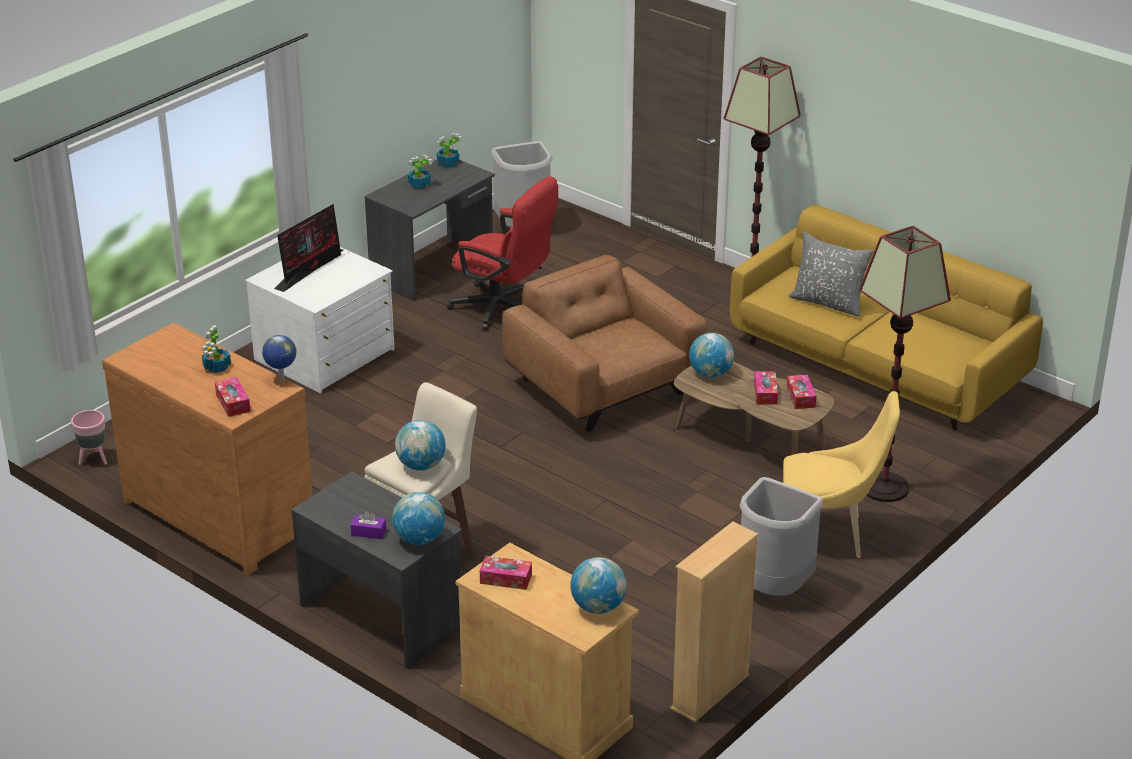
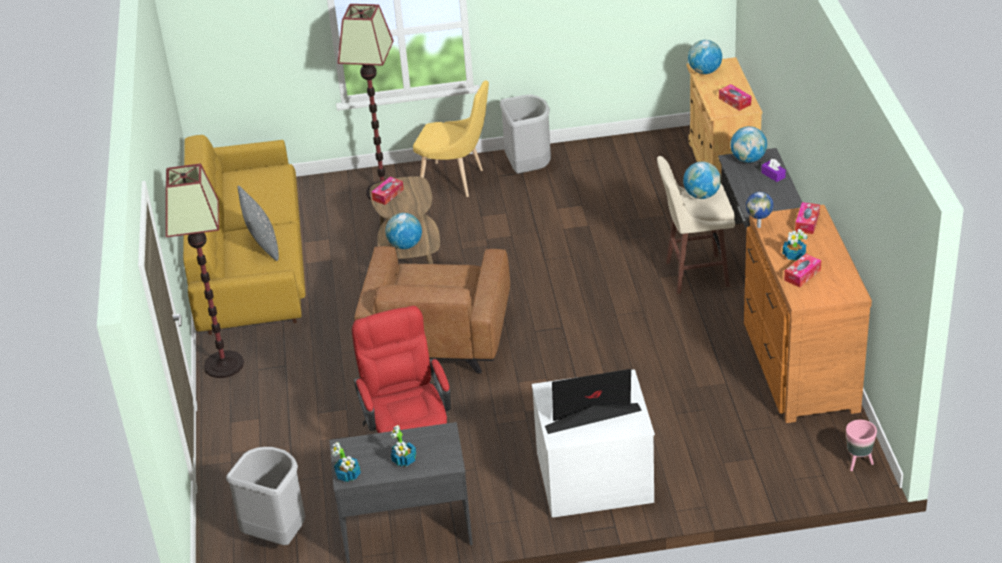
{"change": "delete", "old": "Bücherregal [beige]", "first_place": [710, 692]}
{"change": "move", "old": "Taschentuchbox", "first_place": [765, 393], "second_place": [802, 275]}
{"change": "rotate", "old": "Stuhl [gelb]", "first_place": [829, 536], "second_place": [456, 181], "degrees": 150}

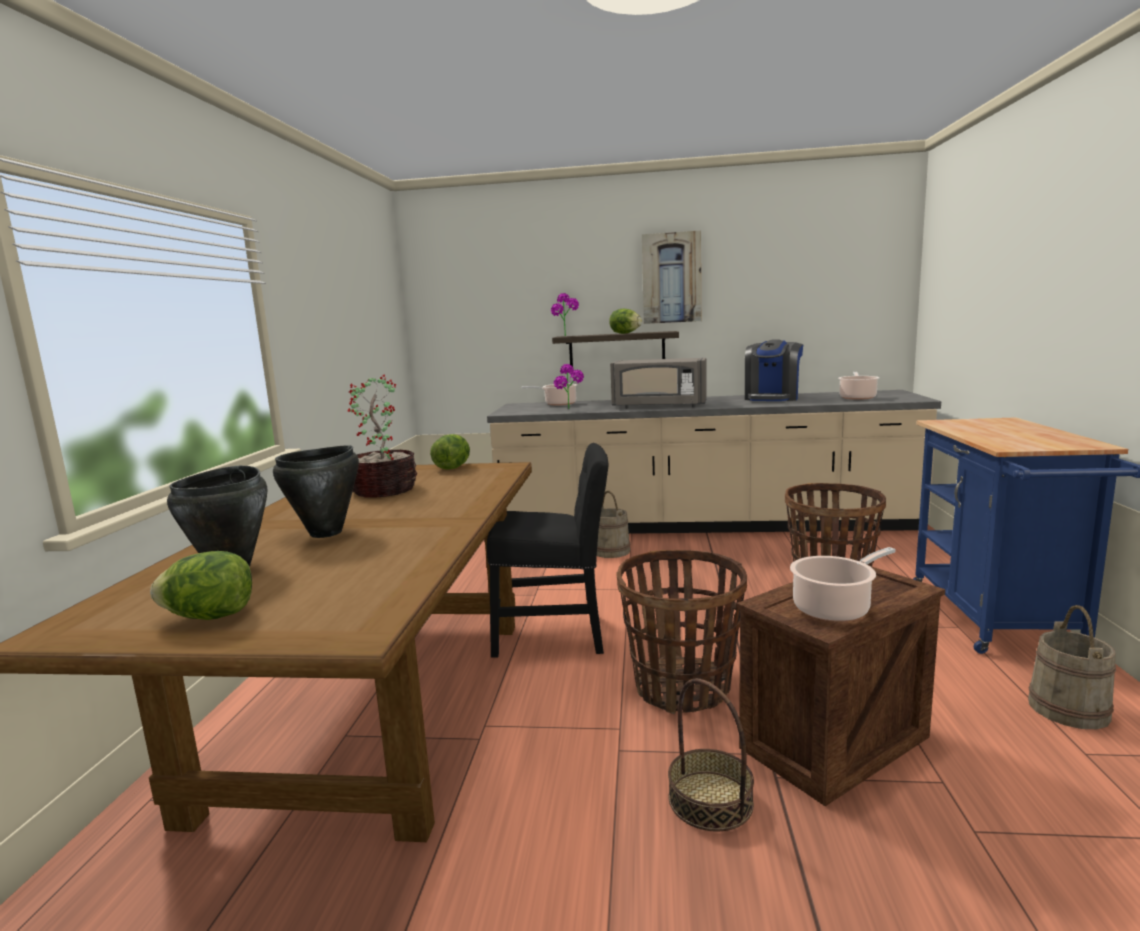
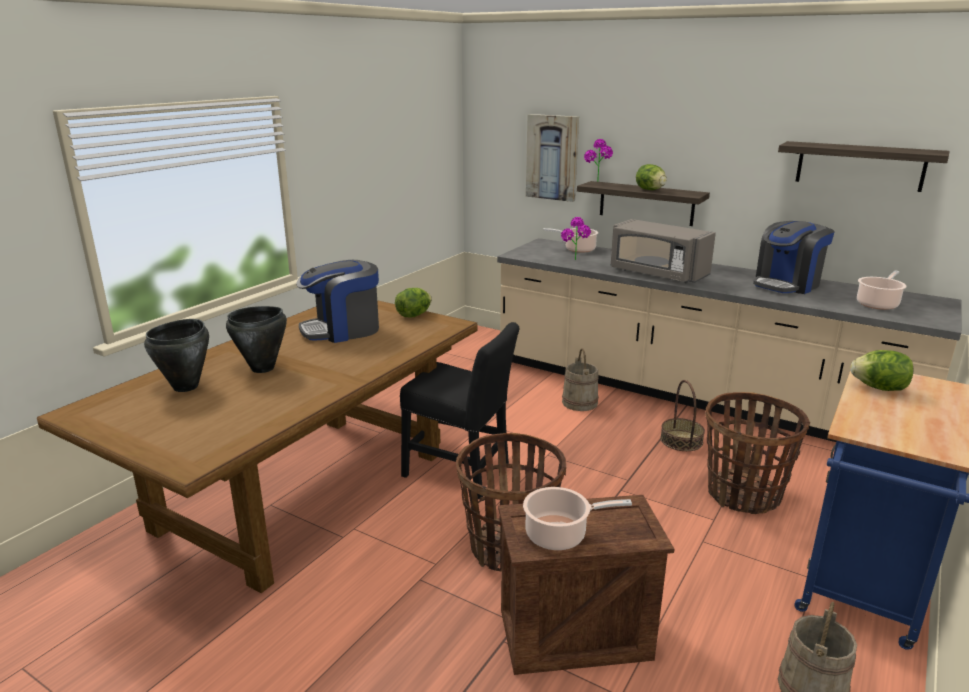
{"change": "move", "old": "Salatkopf", "first_place": [210, 616], "second_place": [879, 388]}
{"change": "replace", "old": "Topfpflanze", "new": "Kaffeemaschine", "first_place": [384, 489], "second_place": [342, 330]}
{"change": "move", "old": "Bild", "first_place": [671, 278], "second_place": [552, 157]}
{"change": "move", "old": "Korb", "first_place": [710, 800], "second_place": [681, 440]}
{"change": "insert", "new": "Wandregal", "second_place": [860, 166]}

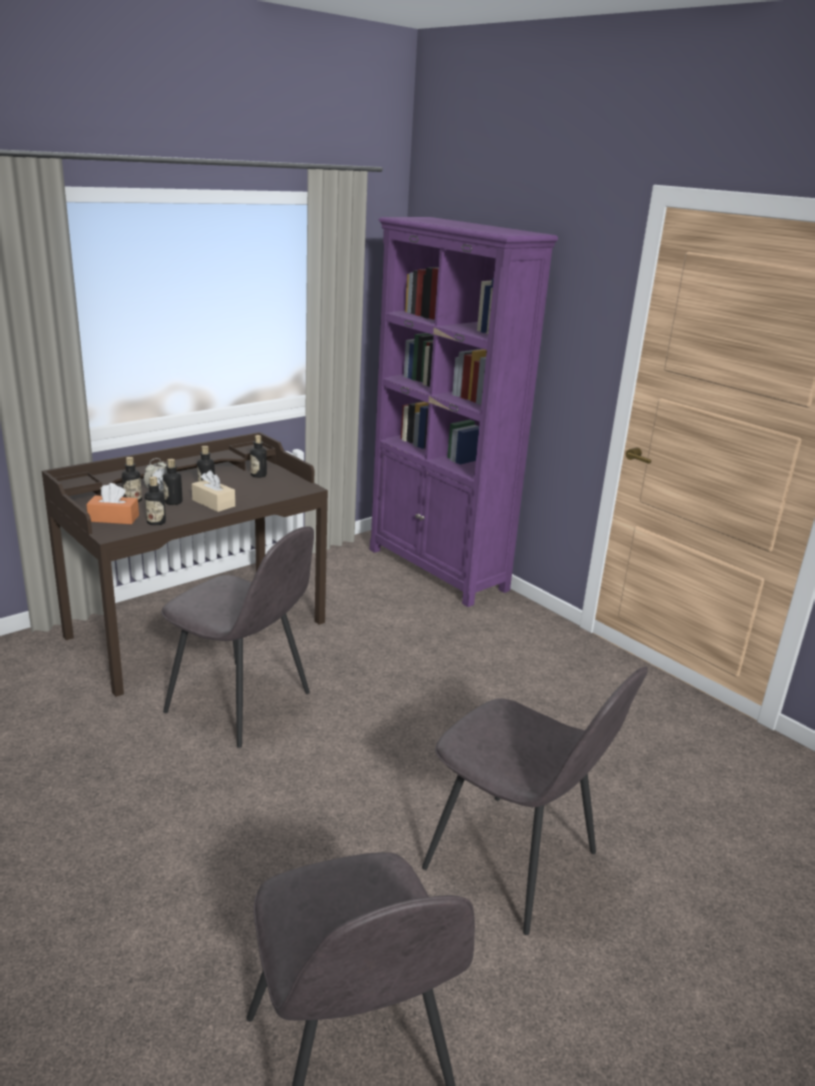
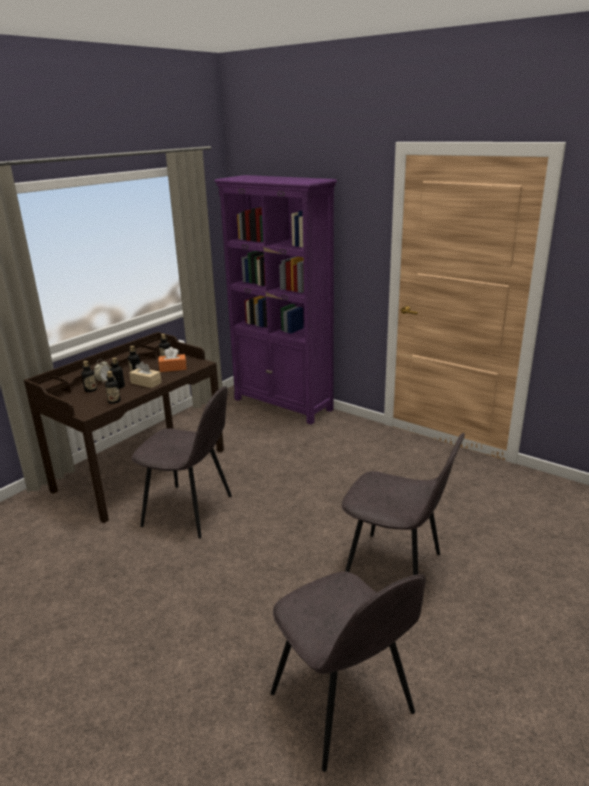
{"change": "move", "old": "Taschentuchbox [orange]", "first_place": [113, 518], "second_place": [173, 368]}

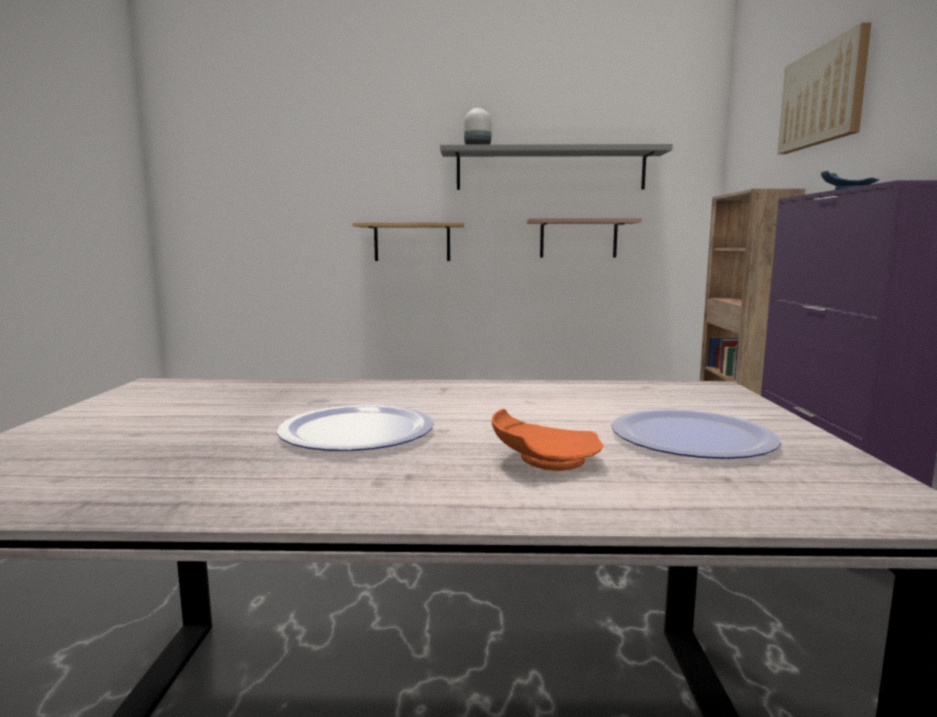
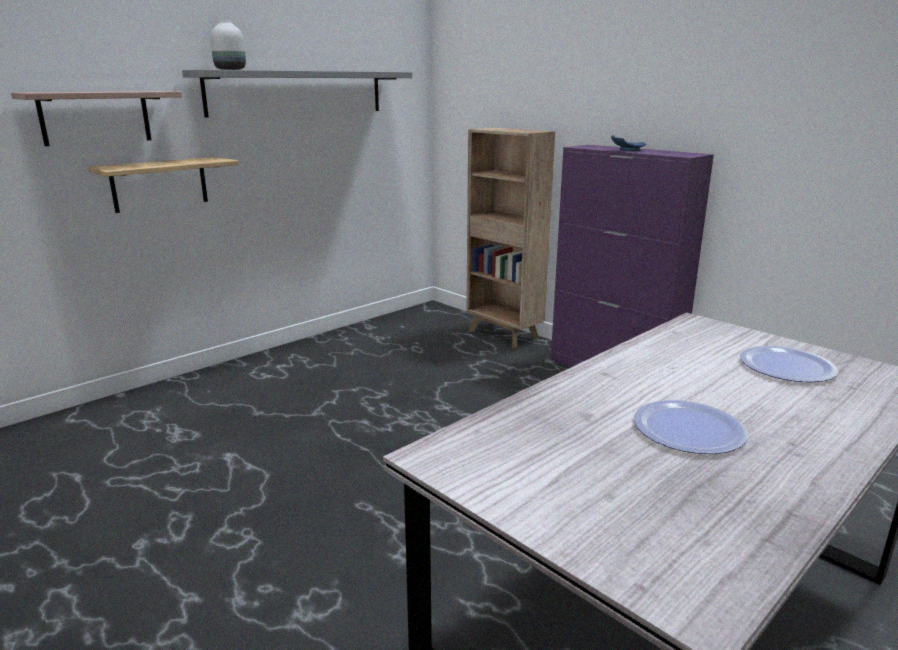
{"change": "delete", "old": "Teller [orange]", "first_place": [543, 460]}
{"change": "move", "old": "Wandregal", "first_place": [578, 238], "second_place": [95, 117]}
{"change": "delete", "old": "Bild", "first_place": [822, 96]}

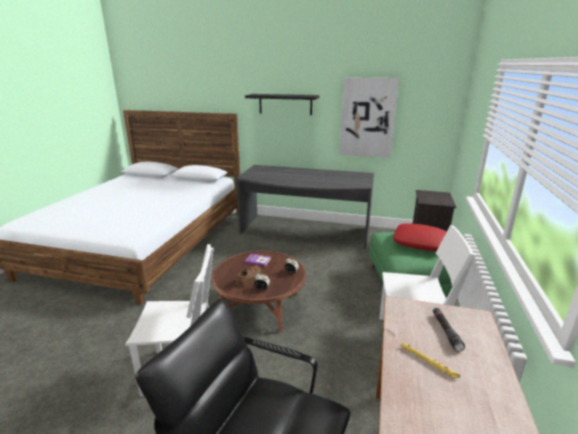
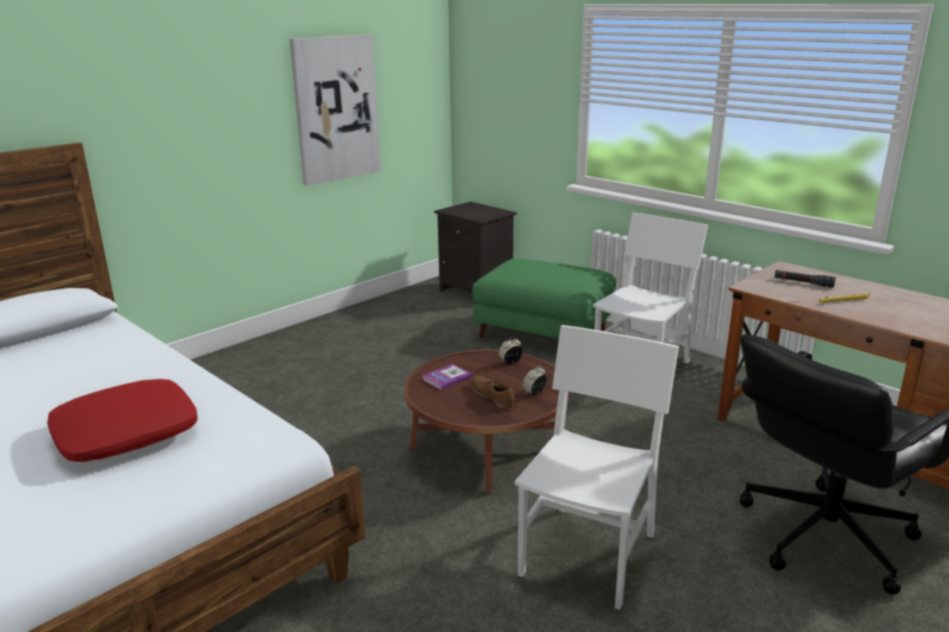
{"change": "delete", "old": "Schreibtisch [grau]", "first_place": [304, 232]}
{"change": "delete", "old": "Wandregal [schwarz]", "first_place": [285, 104]}
{"change": "move", "old": "Kissen [rot]", "first_place": [420, 243], "second_place": [127, 433]}

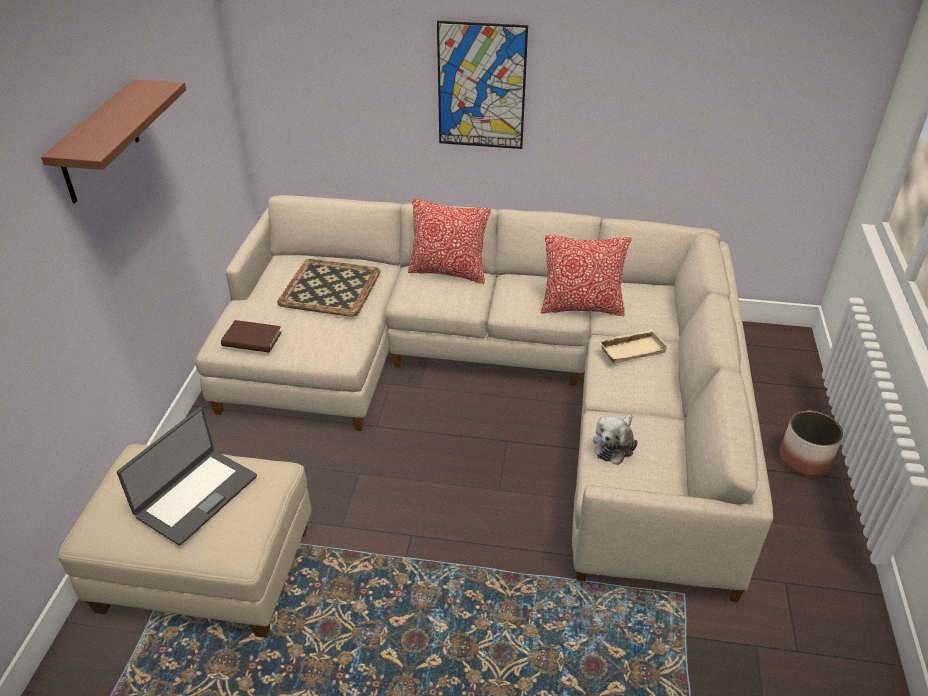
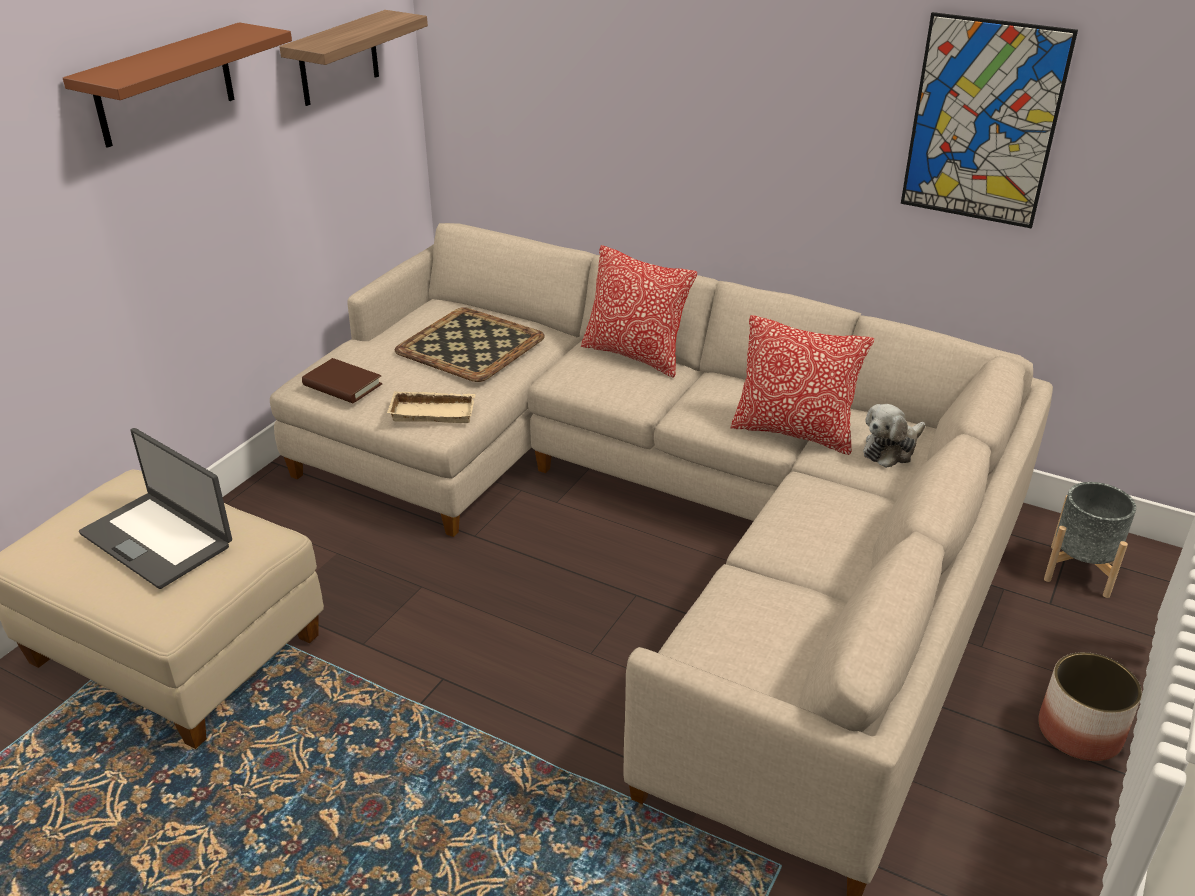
{"change": "rotate", "old": "Laptop", "first_place": [195, 495], "second_place": [158, 539], "degrees": 75}
{"change": "move", "old": "Bild", "first_place": [481, 86], "second_place": [983, 122]}
{"change": "move", "old": "Plüschtier", "first_place": [614, 445], "second_place": [891, 449]}
{"change": "move", "old": "Tablett [beige]", "first_place": [632, 349], "second_place": [434, 411]}
{"change": "insert", "new": "Wandregal", "second_place": [338, 59]}
{"change": "insert", "new": "Pflanzkübel [grau]", "second_place": [1079, 571]}

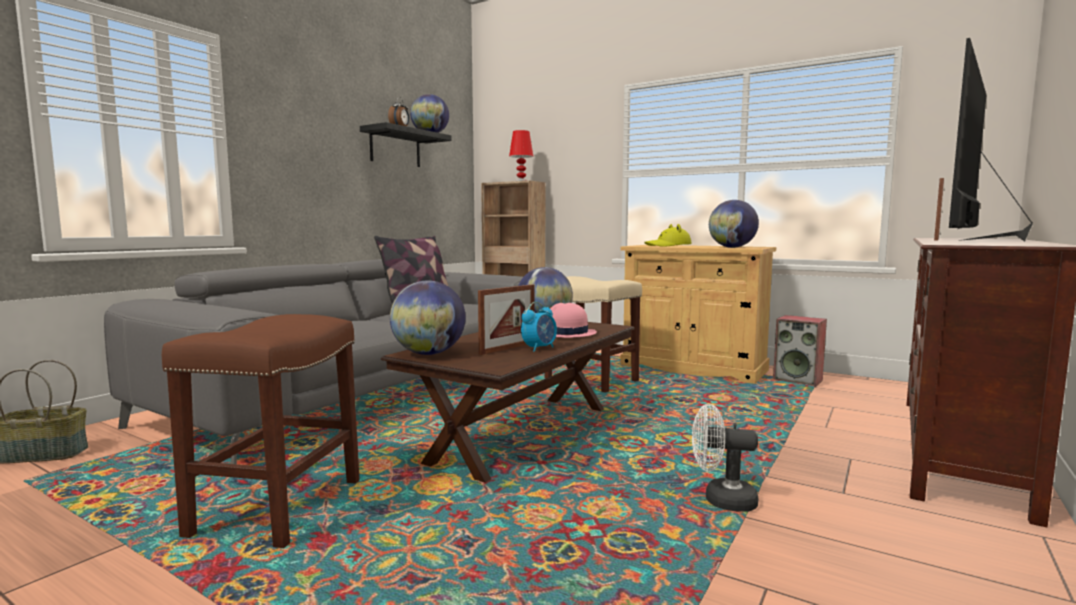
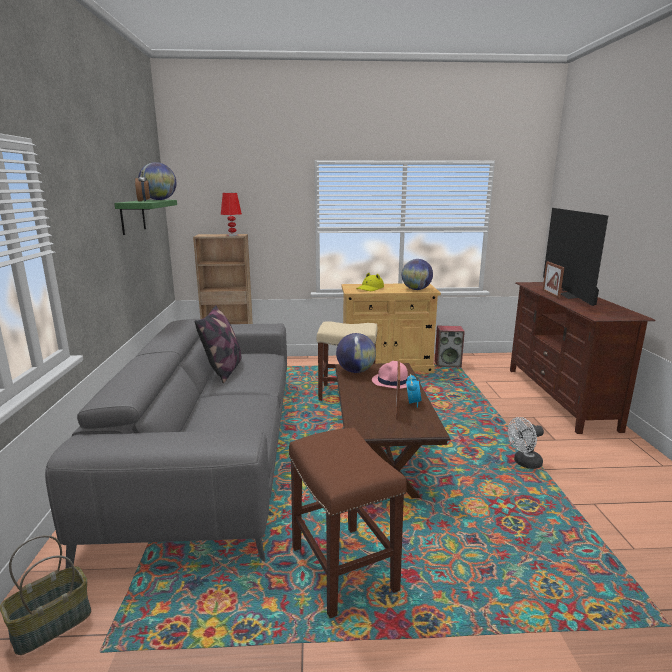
{"change": "recolor", "old": "Wandregal [schwarz]", "new": "Wandregal [grün]", "first_place": [395, 148], "second_place": [132, 216]}
{"change": "delete", "old": "Globus", "first_place": [429, 353]}

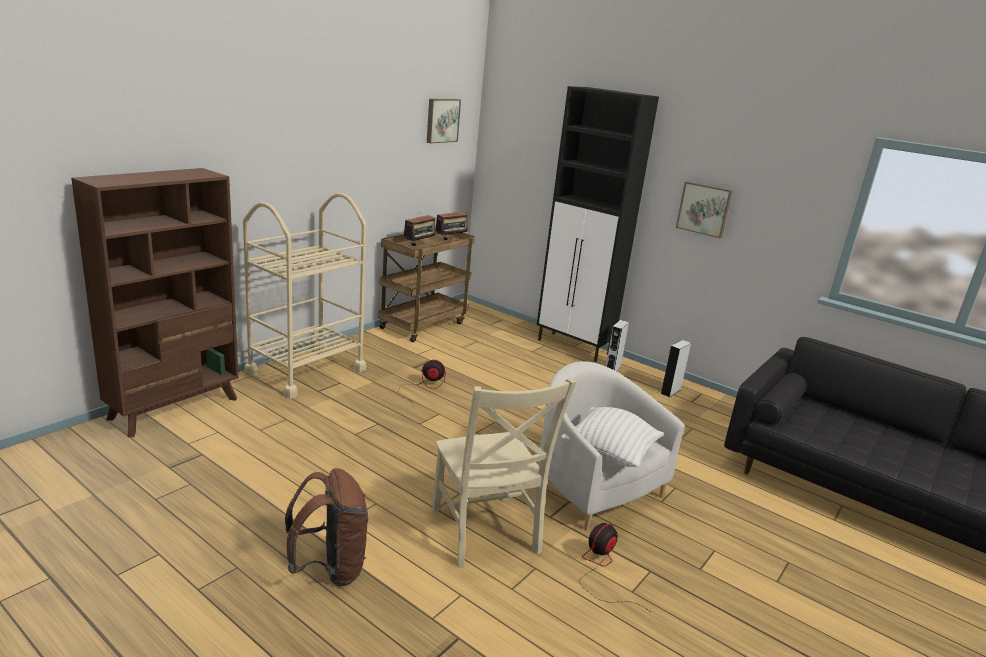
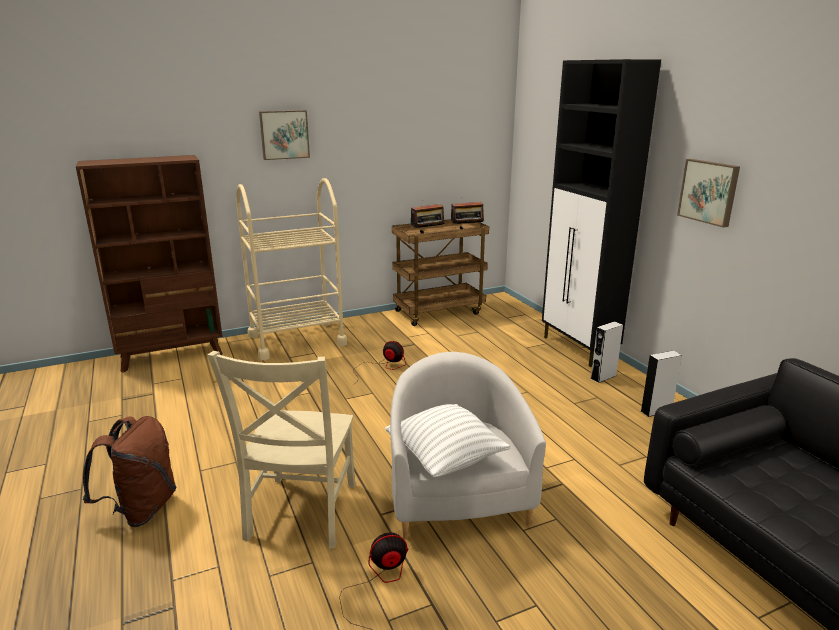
{"change": "move", "old": "Bild", "first_place": [442, 120], "second_place": [284, 134]}

